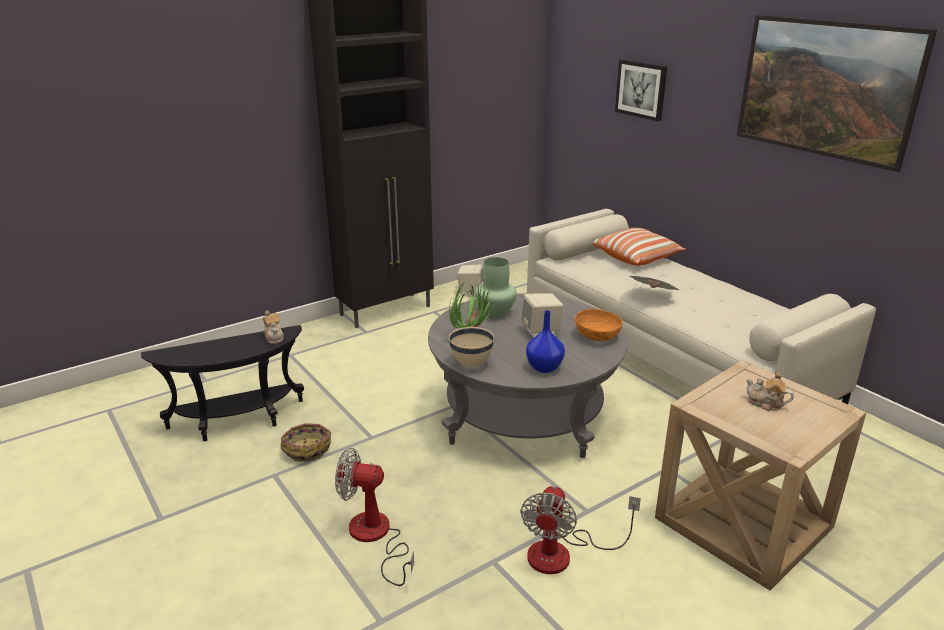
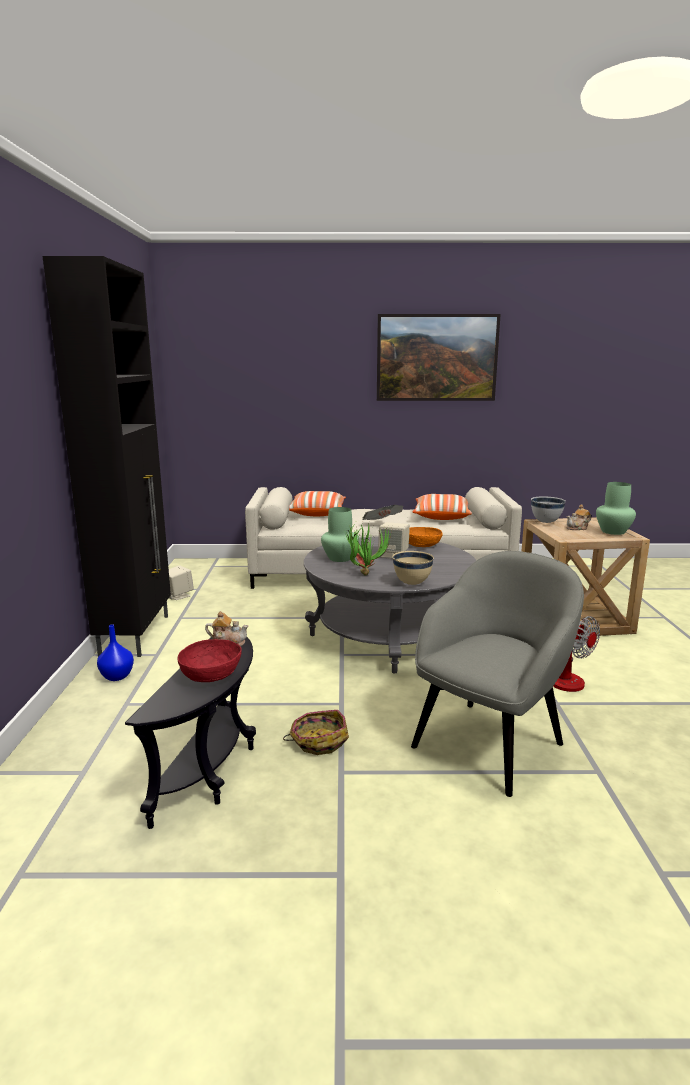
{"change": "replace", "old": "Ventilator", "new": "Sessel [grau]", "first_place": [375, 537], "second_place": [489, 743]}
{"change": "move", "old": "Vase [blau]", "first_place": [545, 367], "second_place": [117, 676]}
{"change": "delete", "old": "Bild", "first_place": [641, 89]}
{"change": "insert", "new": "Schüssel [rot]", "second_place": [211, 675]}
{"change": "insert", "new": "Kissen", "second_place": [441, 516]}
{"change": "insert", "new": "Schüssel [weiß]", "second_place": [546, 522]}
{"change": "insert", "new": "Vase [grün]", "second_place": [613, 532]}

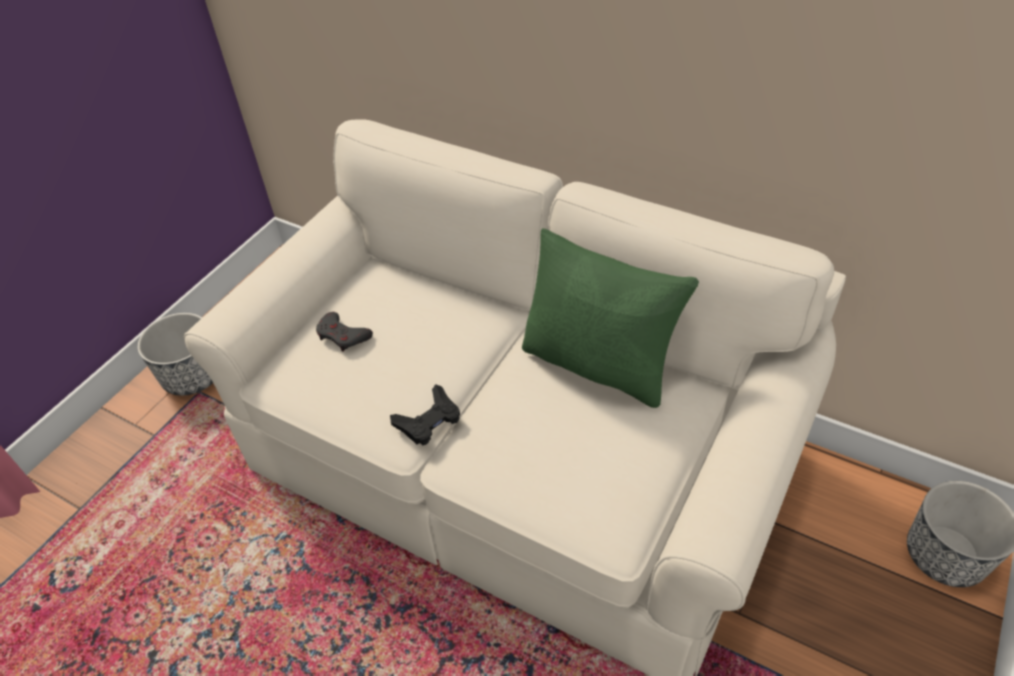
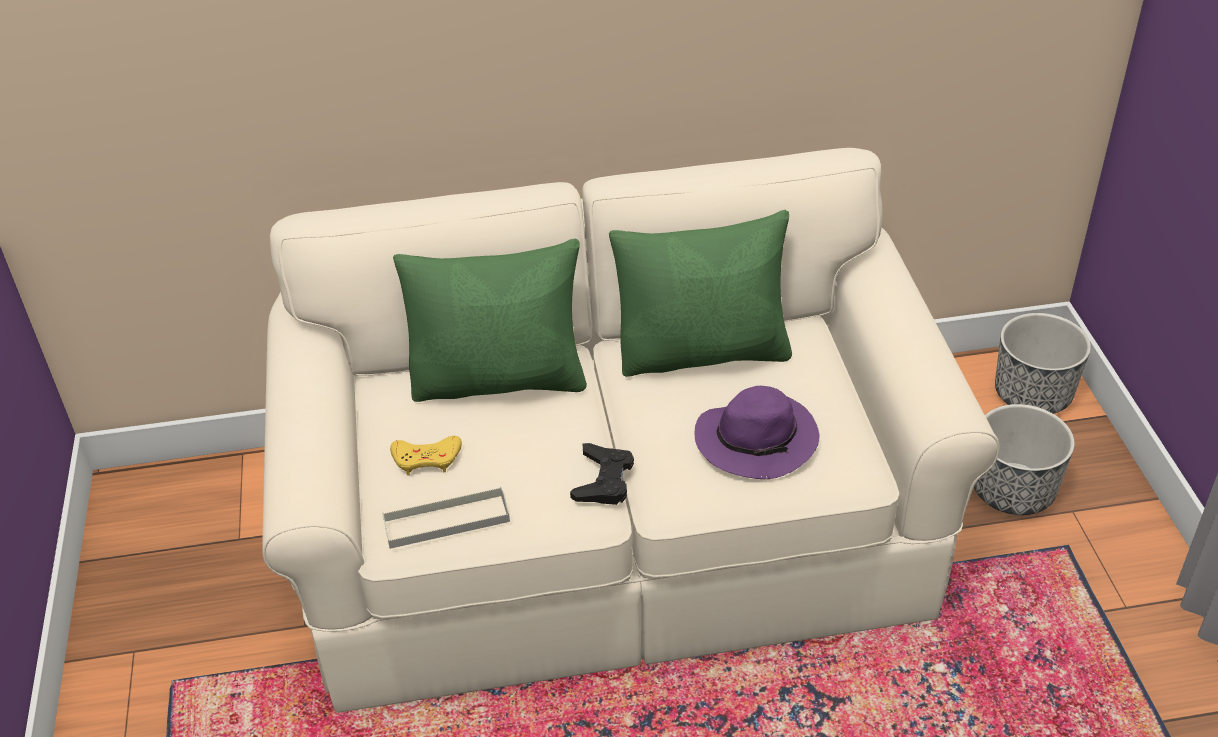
{"change": "move", "old": "Pflanzkübel", "first_place": [192, 375], "second_place": [1012, 490]}
{"change": "recolor", "old": "Gamepad [grau]", "new": "Gamepad [gelb]", "first_place": [343, 335], "second_place": [427, 459]}
{"change": "insert", "new": "Tablett [grau]", "second_place": [446, 521]}
{"change": "insert", "new": "Kissen [grün]", "second_place": [500, 379]}
{"change": "insert", "new": "Hut [lila]", "second_place": [758, 440]}

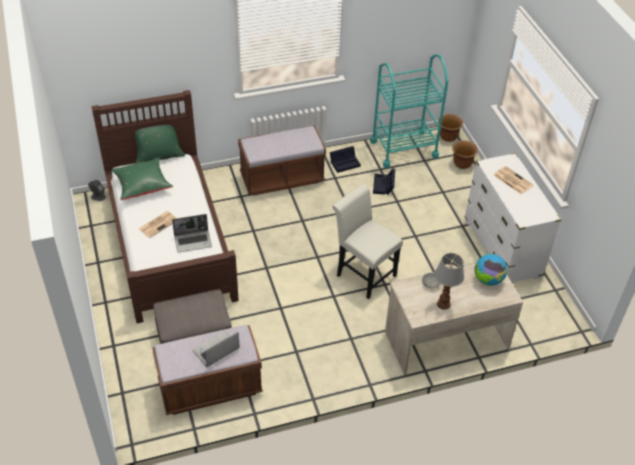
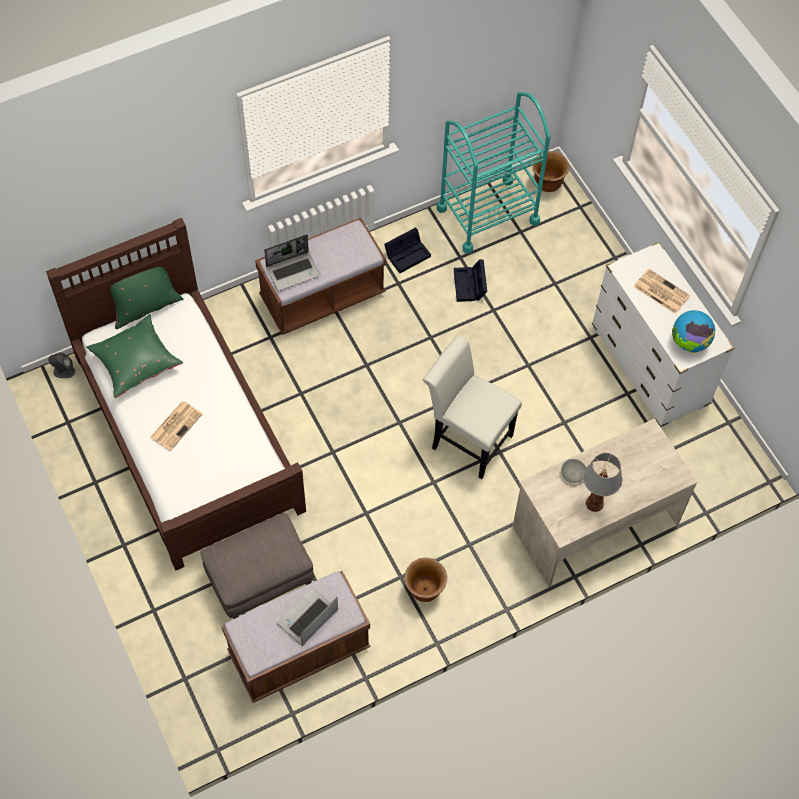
{"change": "move", "old": "Laptop", "first_place": [193, 241], "second_place": [293, 271]}
{"change": "move", "old": "Pflanzkübel [braun]", "first_place": [462, 164], "second_place": [425, 590]}
{"change": "move", "old": "Globus", "first_place": [488, 280], "second_place": [689, 342]}

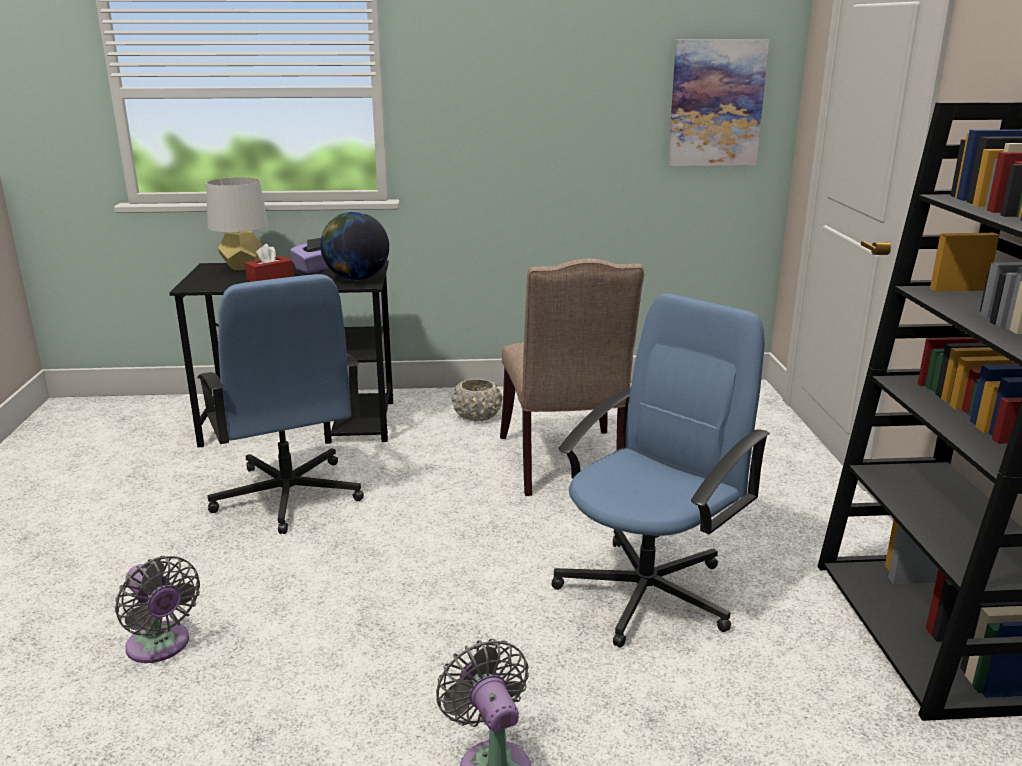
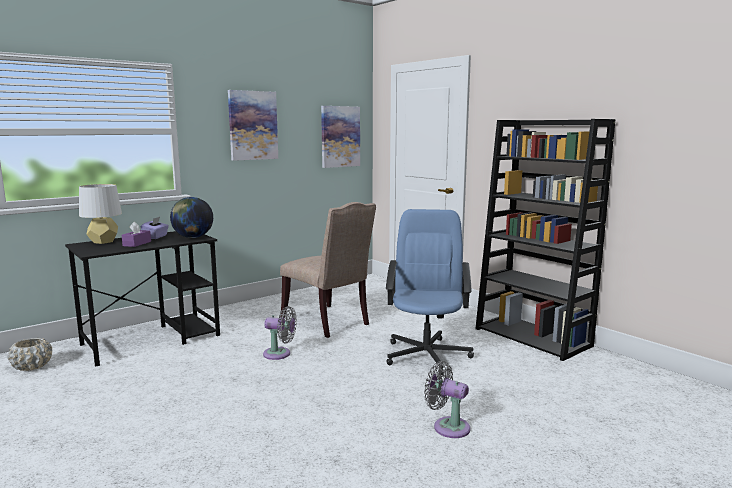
{"change": "move", "old": "Ventilator [grau]", "first_place": [161, 646], "second_place": [280, 354]}
{"change": "delete", "old": "Bürostuhl [blau]", "first_place": [288, 496]}
{"change": "recolor", "old": "Taschentuchbox [rot]", "new": "Taschentuchbox [lila]", "first_place": [270, 278], "second_place": [137, 243]}
{"change": "move", "old": "Pflanzkübel [beige]", "first_place": [477, 416], "second_place": [32, 366]}
{"change": "insert", "new": "Bild", "second_place": [253, 125]}

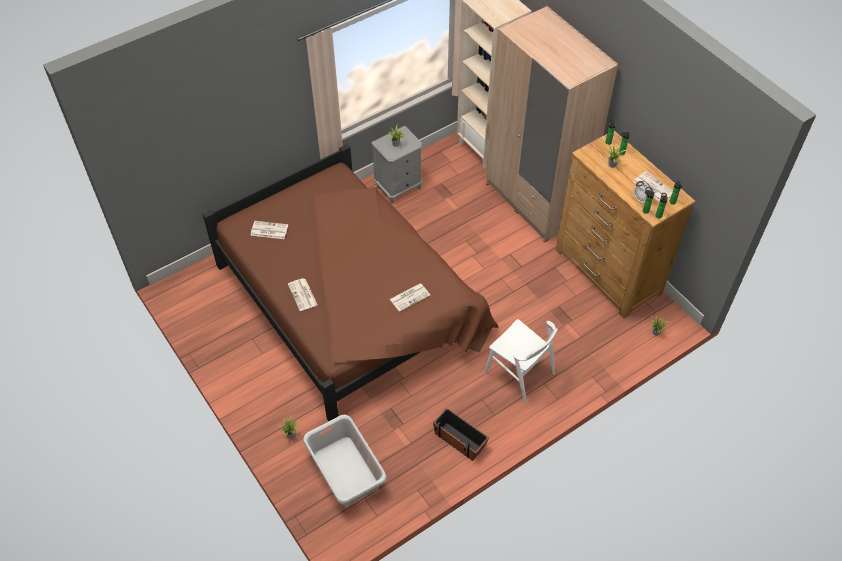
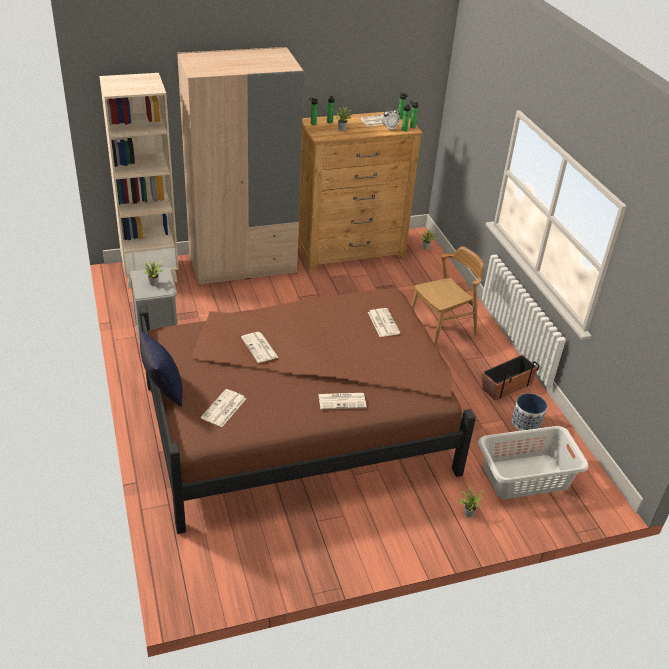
{"change": "recolor", "old": "Stuhl [weiß]", "new": "Stuhl [braun]", "first_place": [519, 373], "second_place": [442, 329]}
{"change": "insert", "new": "Kissen [blau]", "second_place": [163, 390]}
{"change": "insert", "new": "Zeitung", "second_place": [260, 348]}
{"change": "insert", "new": "Pflanzkübel", "second_place": [526, 423]}

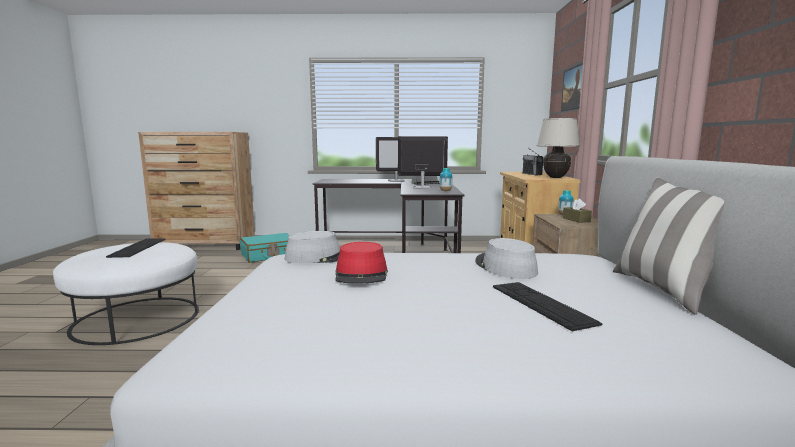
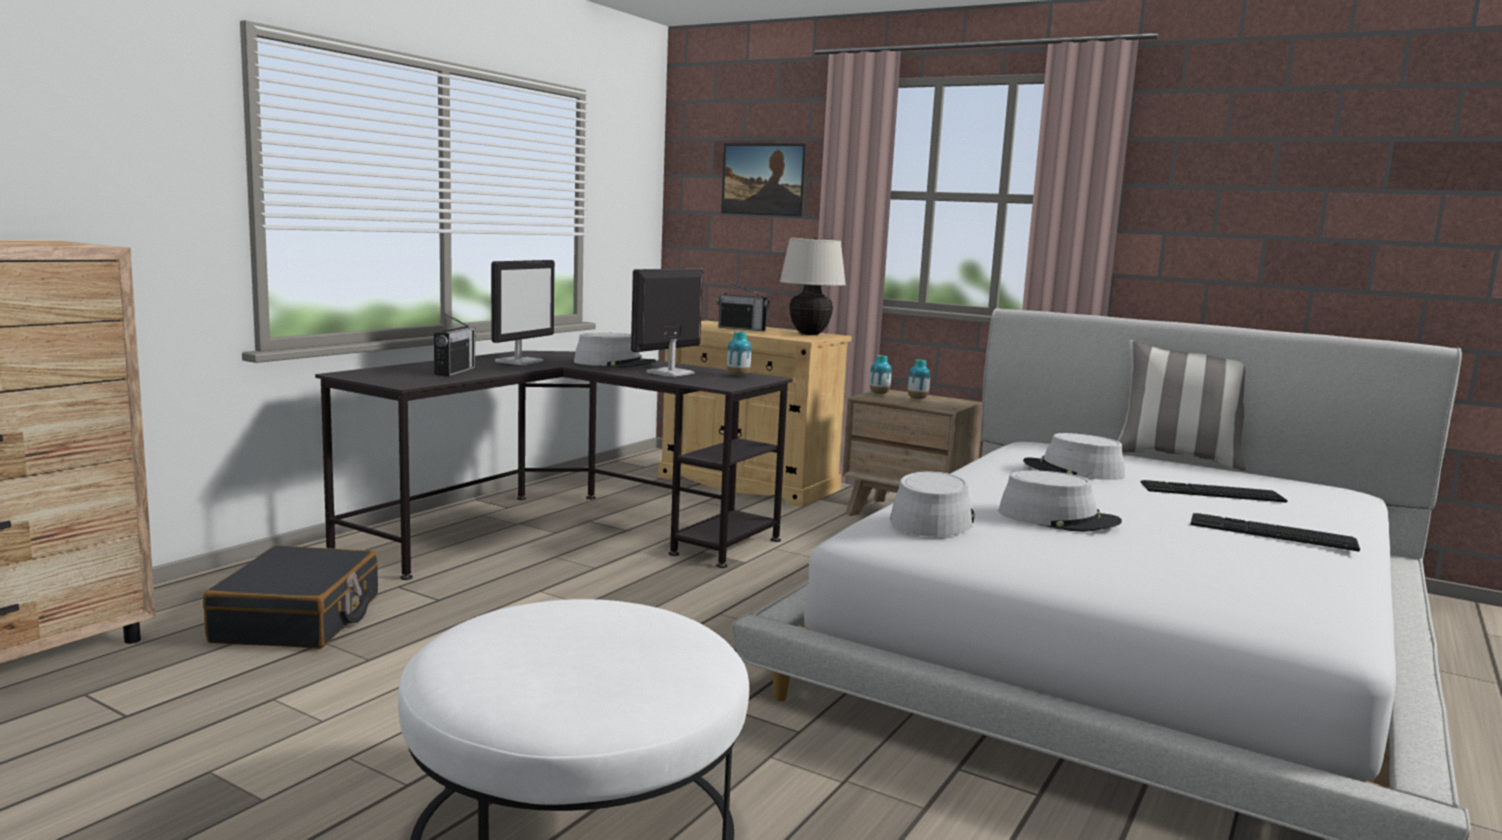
{"change": "move", "old": "Tastatur", "first_place": [138, 247], "second_place": [1272, 532]}
{"change": "recolor", "old": "Koffer [türkis]", "new": "Koffer [schwarz]", "first_place": [269, 255], "second_place": [299, 619]}
{"change": "recolor", "old": "Hut [rot]", "new": "Hut [grau]", "first_place": [361, 274], "second_place": [1058, 518]}
{"change": "replace", "old": "Taschentuchbox [braun]", "new": "Vase", "first_place": [576, 220], "second_place": [917, 398]}
{"change": "insert", "new": "Radio", "second_place": [455, 372]}

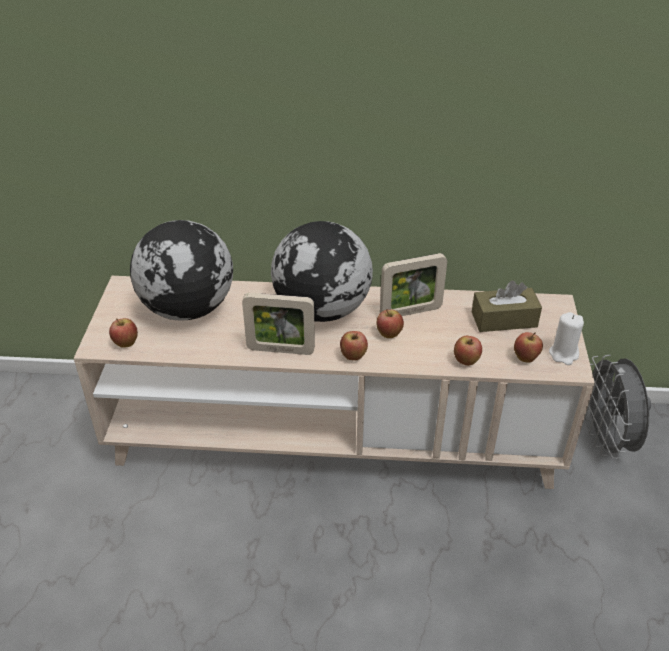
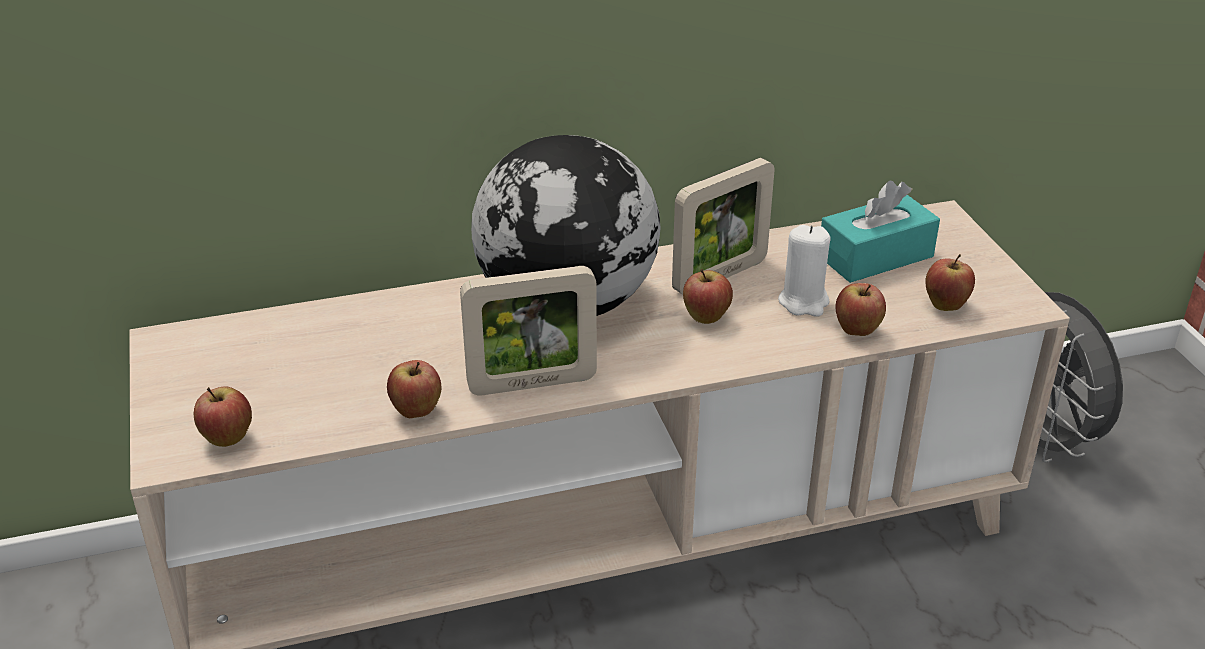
{"change": "delete", "old": "Globus", "first_place": [188, 309]}
{"change": "move", "old": "Apfel", "first_place": [353, 357], "second_place": [416, 412]}
{"change": "recolor", "old": "Taschentuchbox [braun]", "new": "Taschentuchbox [türkis]", "first_place": [504, 319], "second_place": [875, 256]}
{"change": "move", "old": "Kerze [weiß]", "first_place": [563, 354], "second_place": [803, 302]}

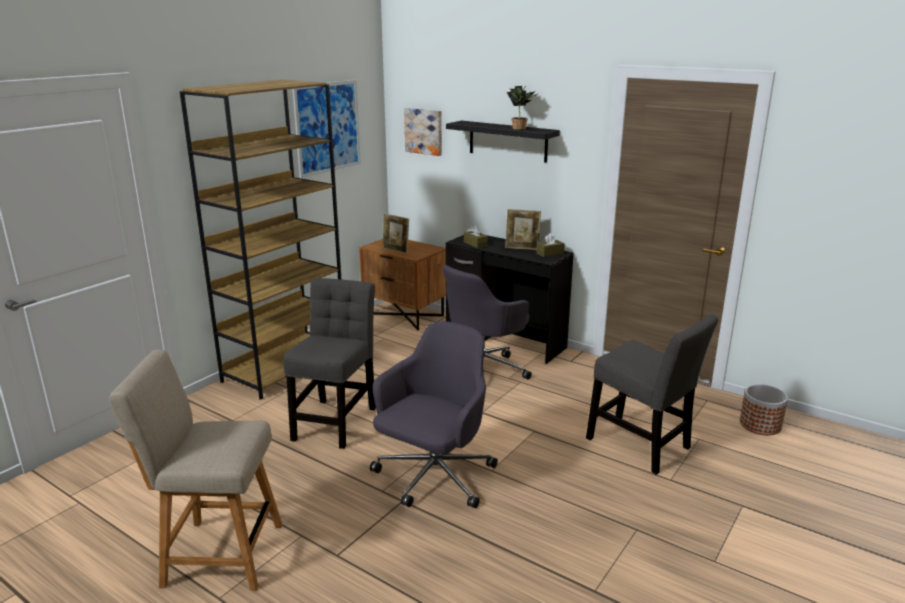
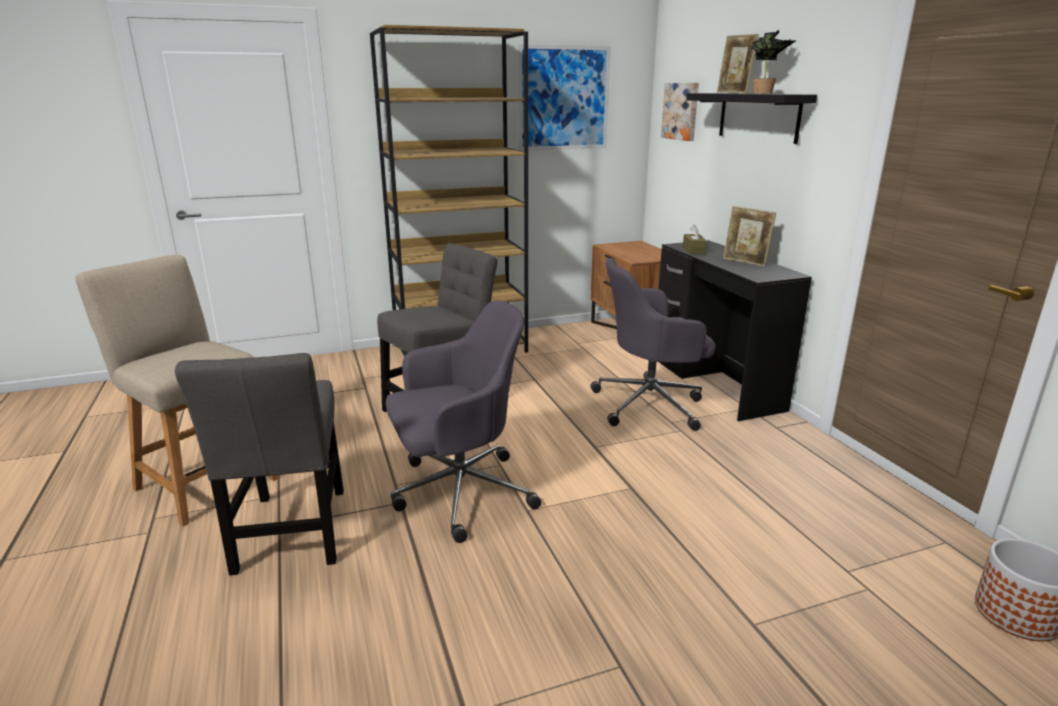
{"change": "move", "old": "Bilderrahmen", "first_place": [396, 251], "second_place": [733, 93]}
{"change": "delete", "old": "Taschentuchbox [braun]", "first_place": [550, 253]}
{"change": "move", "old": "Stuhl [grau]", "first_place": [642, 446], "second_place": [292, 534]}

